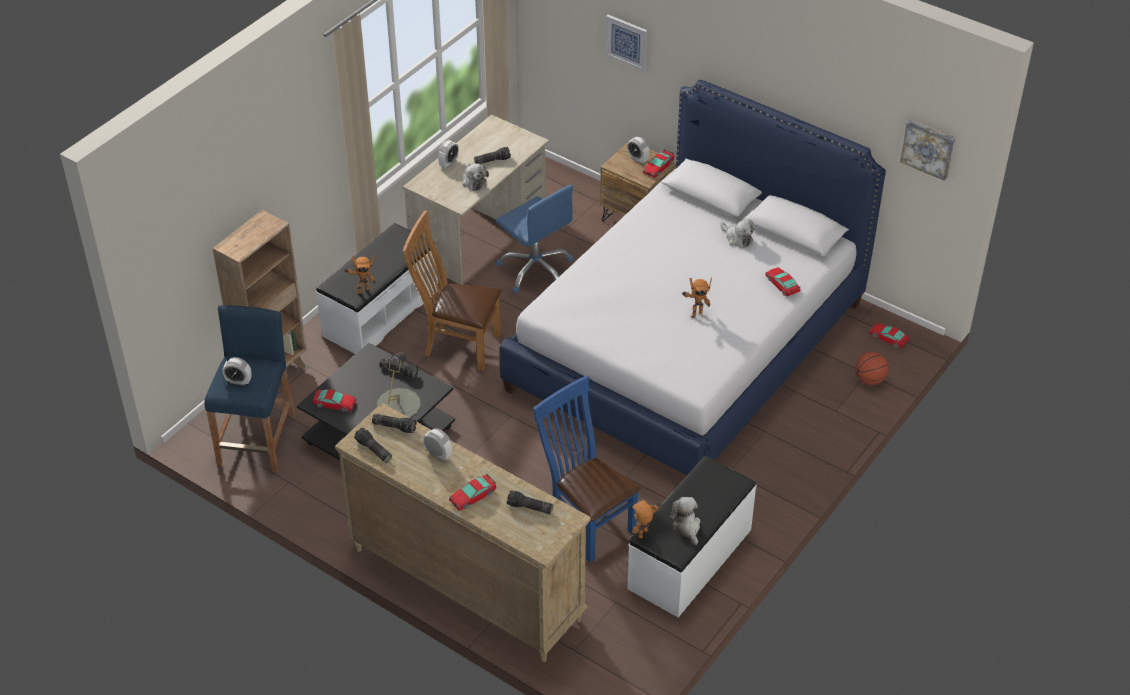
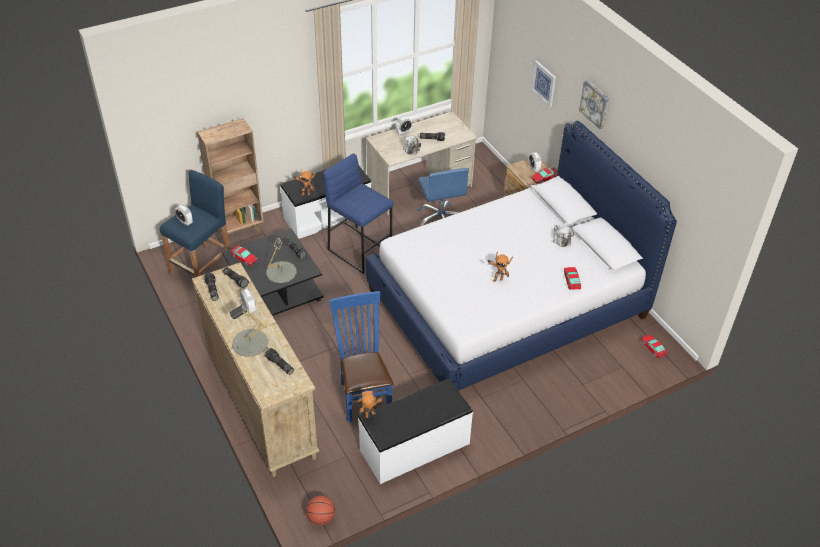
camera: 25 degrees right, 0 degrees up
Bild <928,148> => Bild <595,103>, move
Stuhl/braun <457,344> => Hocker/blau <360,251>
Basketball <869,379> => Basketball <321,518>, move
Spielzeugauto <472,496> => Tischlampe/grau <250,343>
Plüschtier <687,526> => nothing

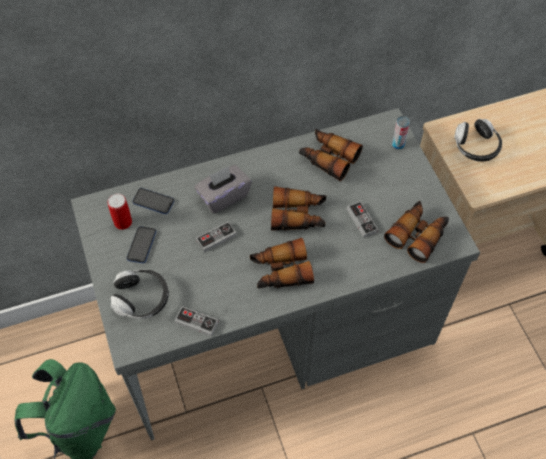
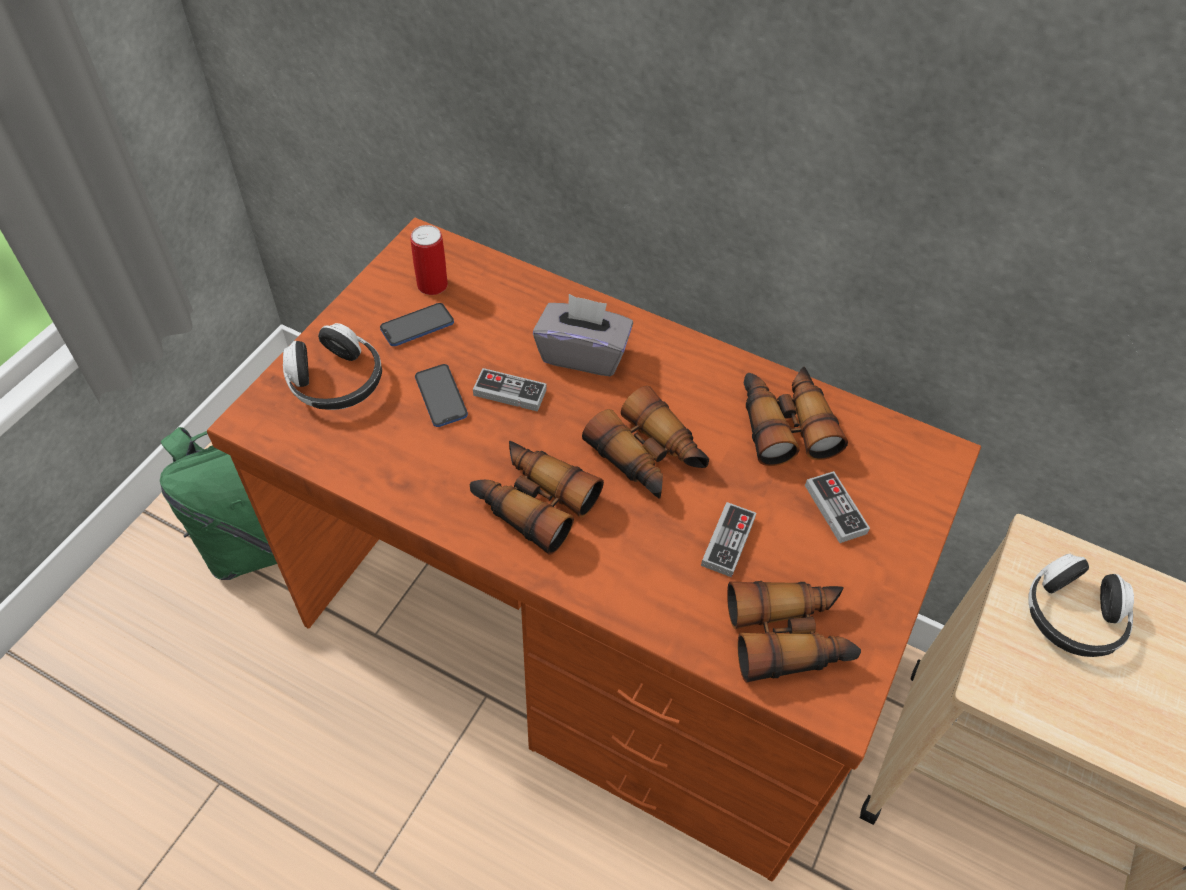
camera: 45 degrees right, 5 degrees down
Schreibtisch/grau <273,324> => Schreibtisch/braun <588,637>
Dose <398,144> => nothing
Handy <153,202> => Handy <441,396>, move
Gamepad <196,322> => Gamepad <835,509>, move

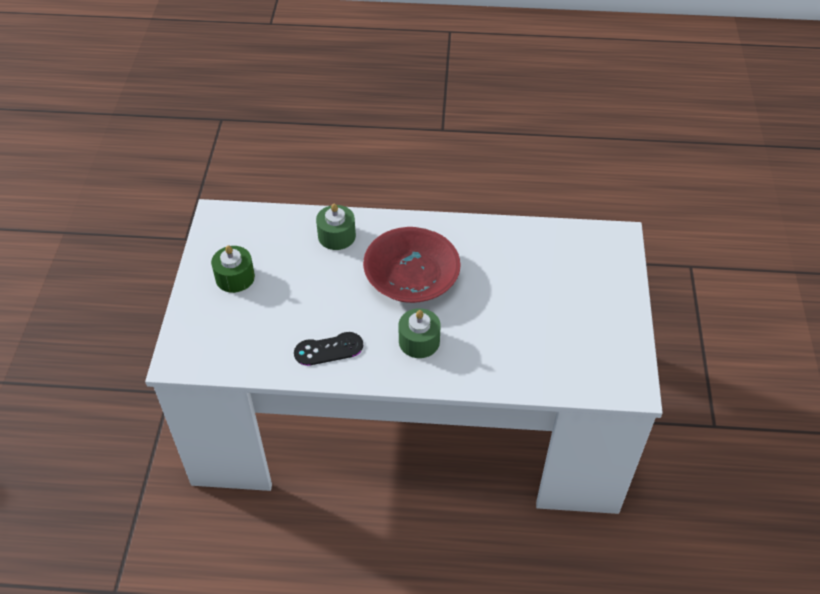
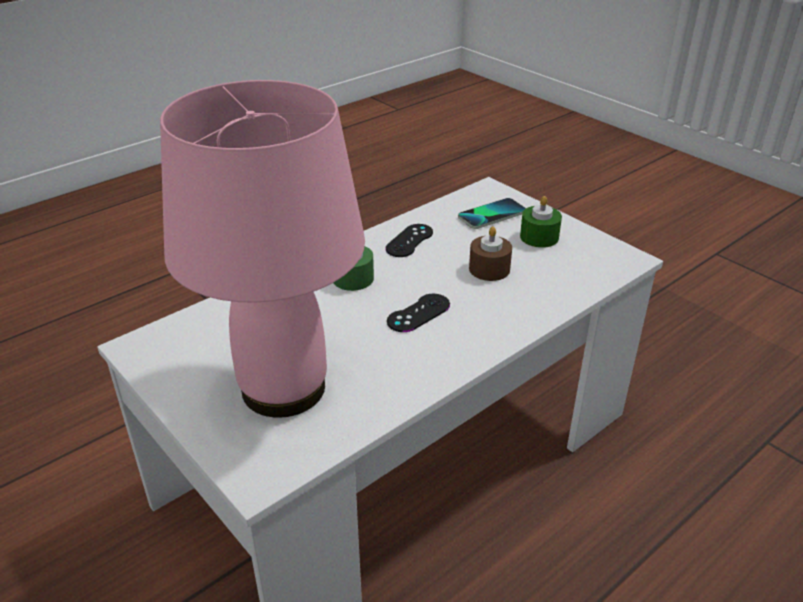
camera: 135 degrees right, 15 degrees down
Kerze/grün <336,235> => nothing
Schüssel/rot <414,275> => Gamepad/schwarz <418,313>
nothing => Tischlampe/rosa <285,388>
nothing => Handy <492,215>
nothing => Kerze/braun <489,269>

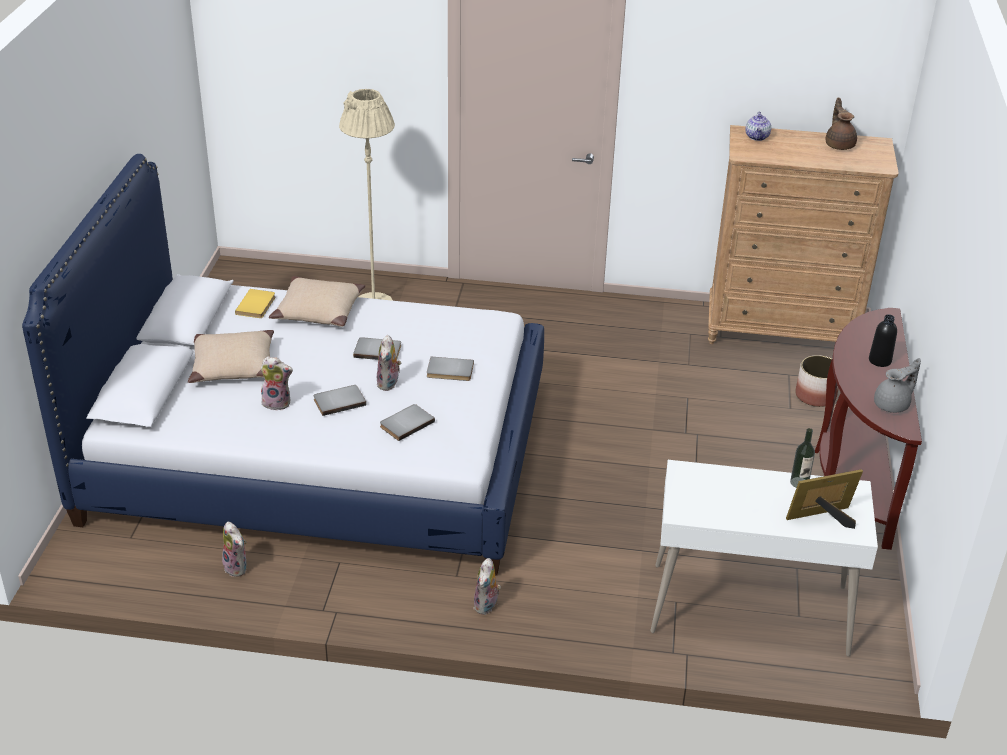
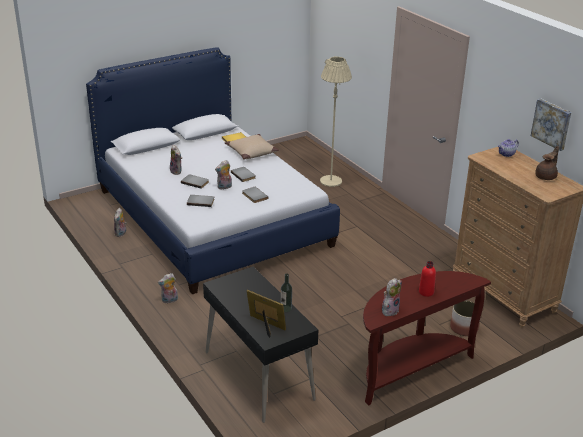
camera: 50 degrees right, 5 degrees down
Flasche/schwarz <879,360> => Flasche/rot <426,292>
Kissen/beige <233,366> => nothing
Teekanne/grau <893,405> => Plüschtier <390,310>
Schreibtisch/weiß <749,610> => Schreibtisch/schwarz <258,376>
nothing => Bild <552,124>

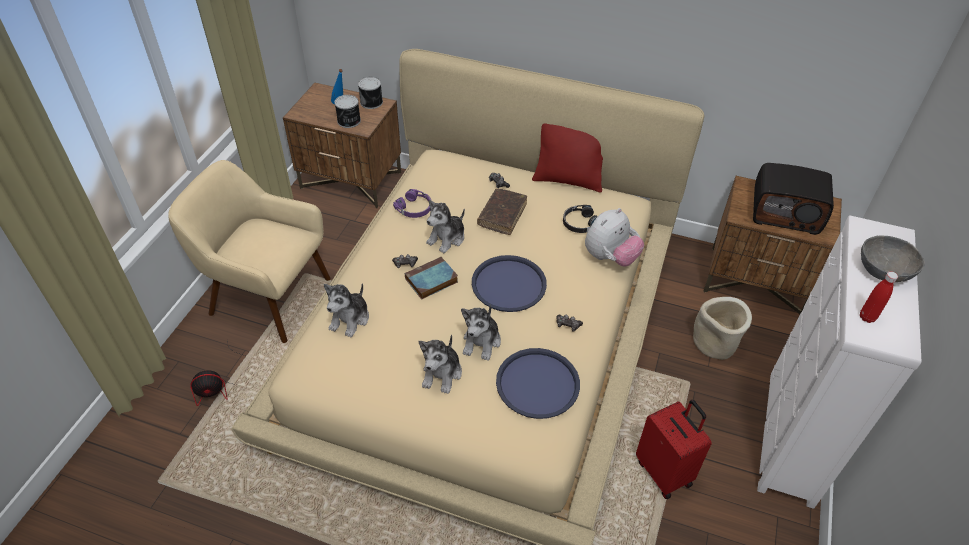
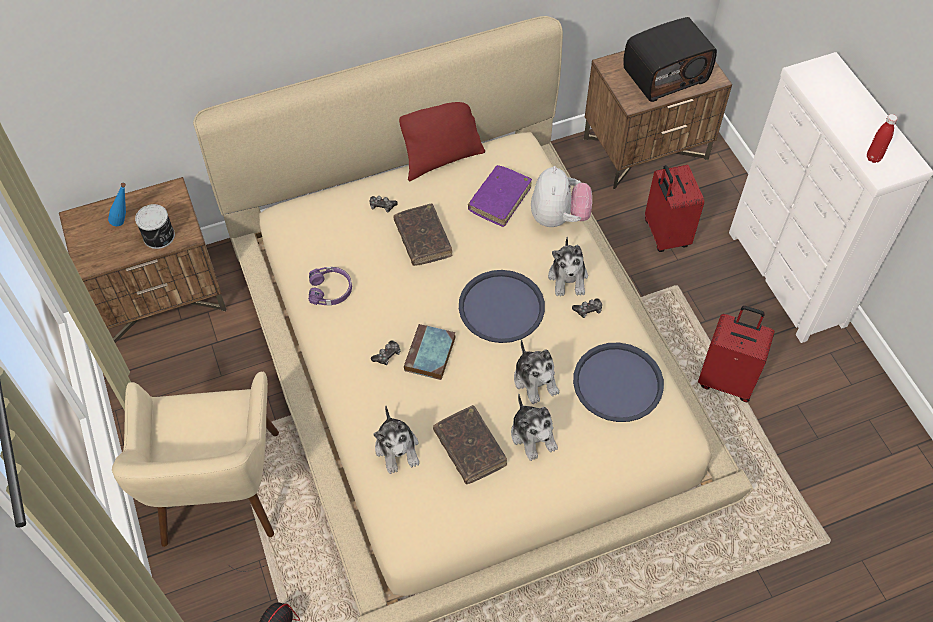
camera: 40 degrees left, 10 degrees up
Dose <372,102> => nothing
Sessel/beige <268,297> => Sessel/beige <219,489>, 75 degrees counterclockwise
Plüschtier <447,238> => Plüschtier <568,277>, move
Kopfhörer/schwarz <579,223> => Buch/lila <499,200>
Schüssel/grau <884,271> => nothing
Pflanzkübel/beige <714,343> => Koffer/rot <664,234>
nothing => Buch/braun <470,448>

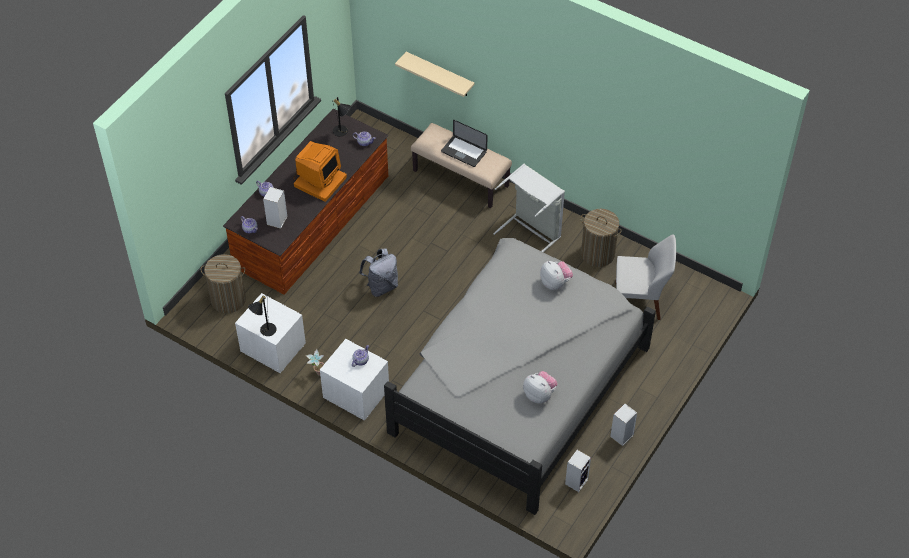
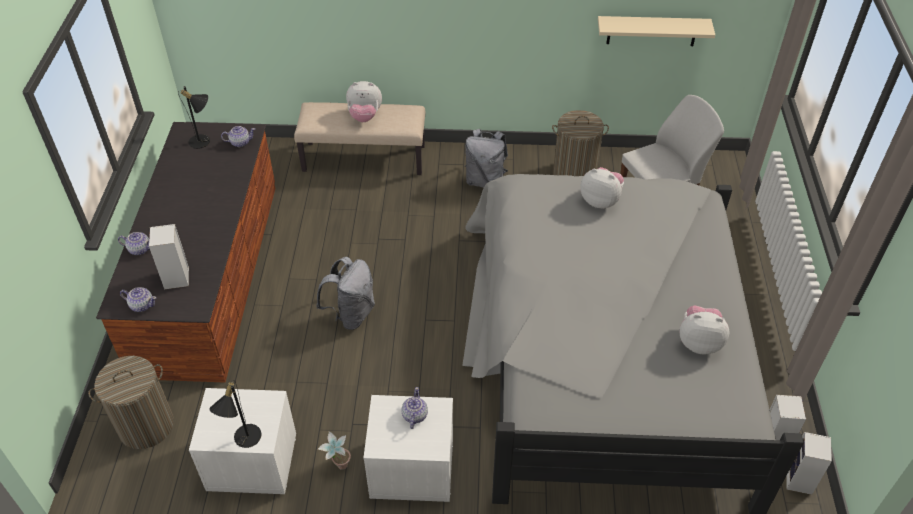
camera: 30 degrees left, 5 degrees down
Wandregal/beige <440,75> => Wandregal/beige <652,31>, move
Laptop <463,152> => Plüschtier <365,116>
Monitor <319,181> => nothing
Wäschekorb/grau <531,232> => Rucksack/grau <485,180>
Lautsprecher <621,437> => Lautsprecher <799,481>, move

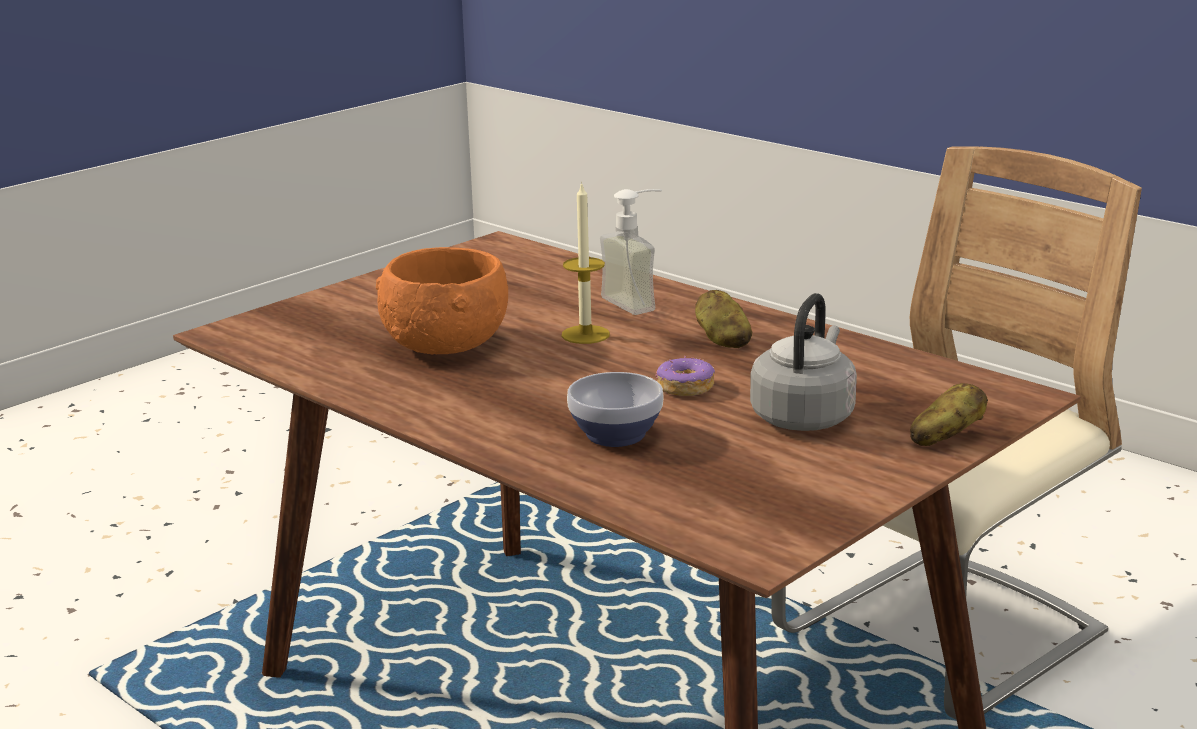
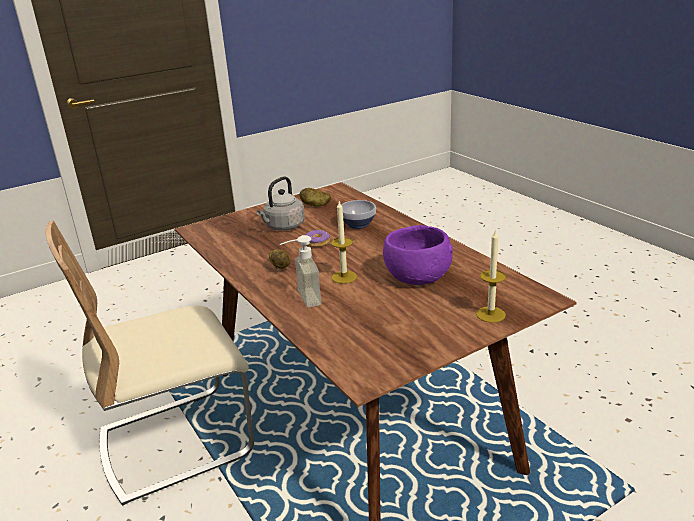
camera: 165 degrees left, 5 degrees up
Schüssel/orange <448,345> => Schüssel/lila <416,277>
Kartoffel <945,438> => Kartoffel <315,205>, move
nothing => Kerze <490,314>

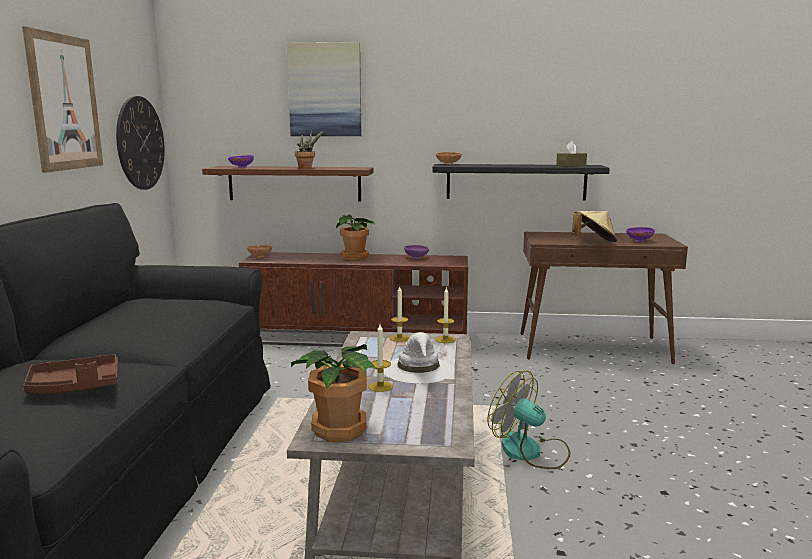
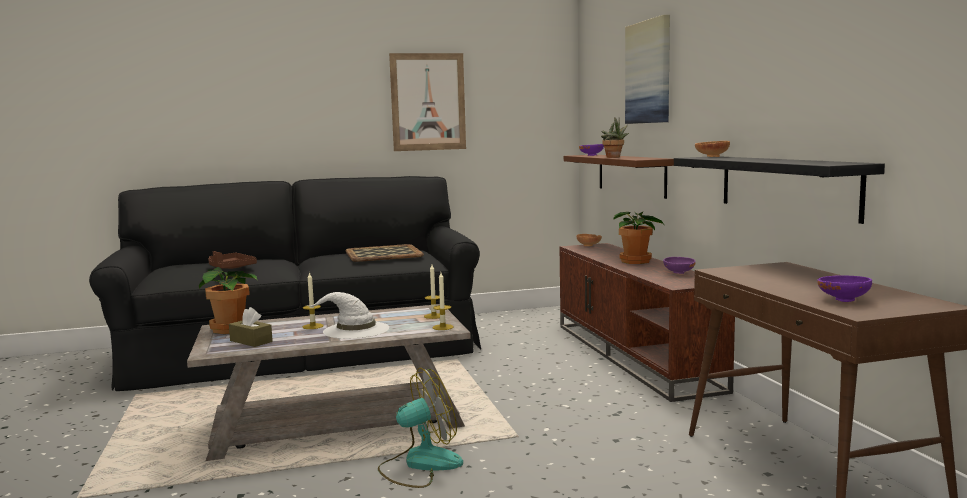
camera: 70 degrees right, 5 degrees down
Wanduhr <140,143> => nothing
Taschentuchbox/braun <571,165> => Taschentuchbox/braun <251,341>, move
Hut/beige <593,242> => nothing
Ventilator <530,452> => Ventilator <420,464>, 45 degrees clockwise
nothing => Tablett <382,254>

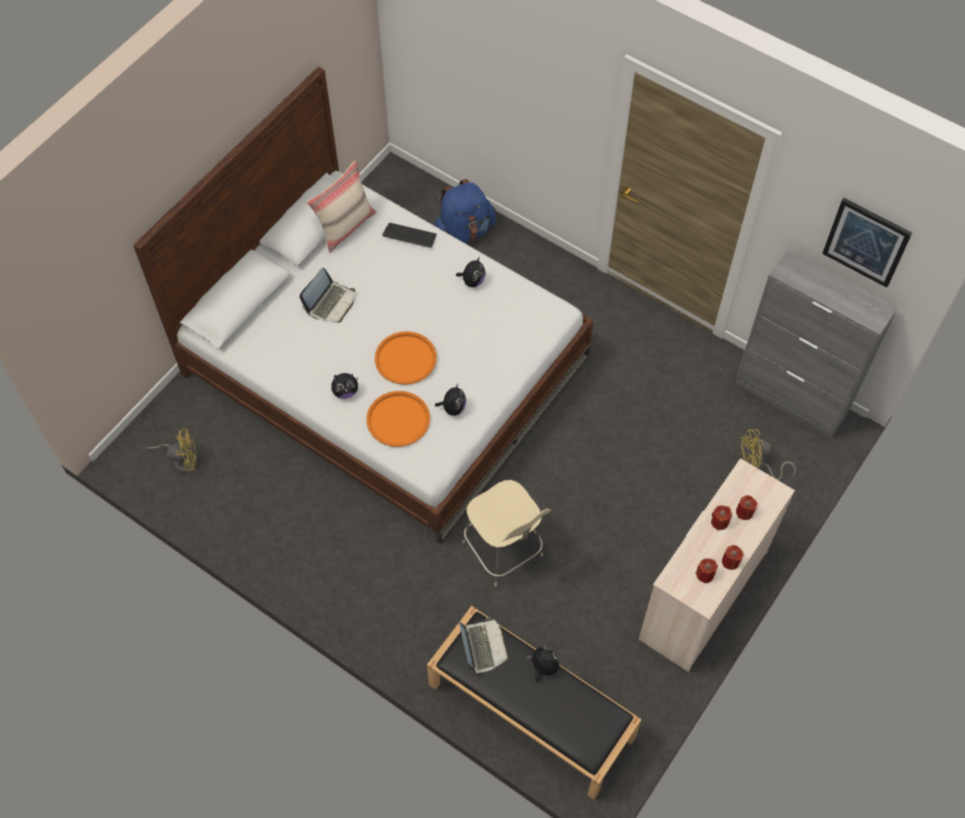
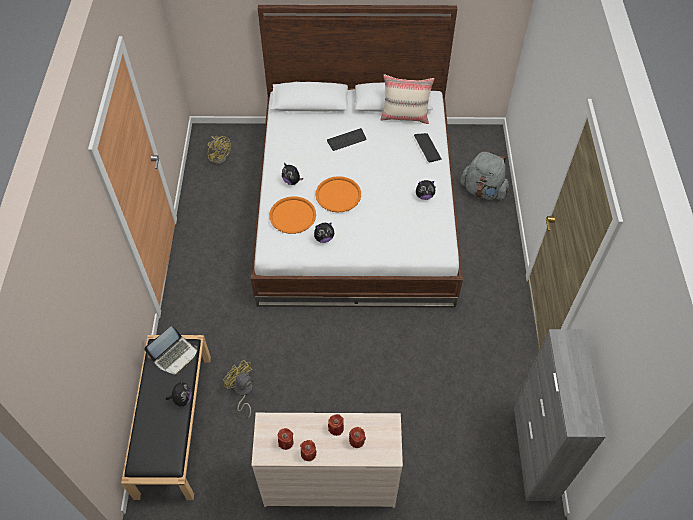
camera: 55 degrees right, 5 degrees down
Rucksack/blau <464,232> => Rucksack/grau <483,190>
Bild <866,242> => nothing
Laptop <331,303> => Tastatur <346,140>
Ventilator/gelb <757,465> => Ventilator/gelb <242,392>, move
Stuhl/beige <504,551> => nothing

